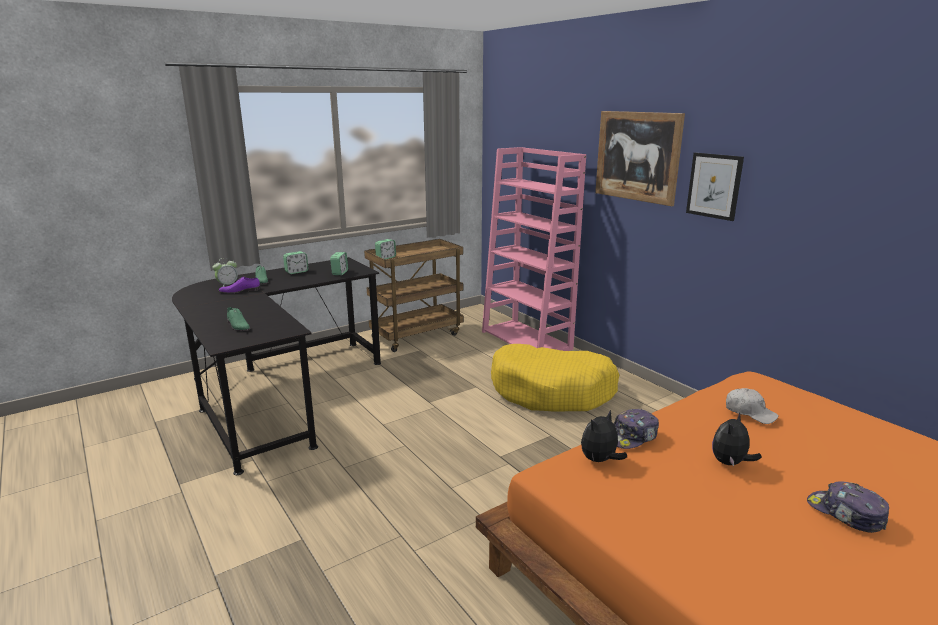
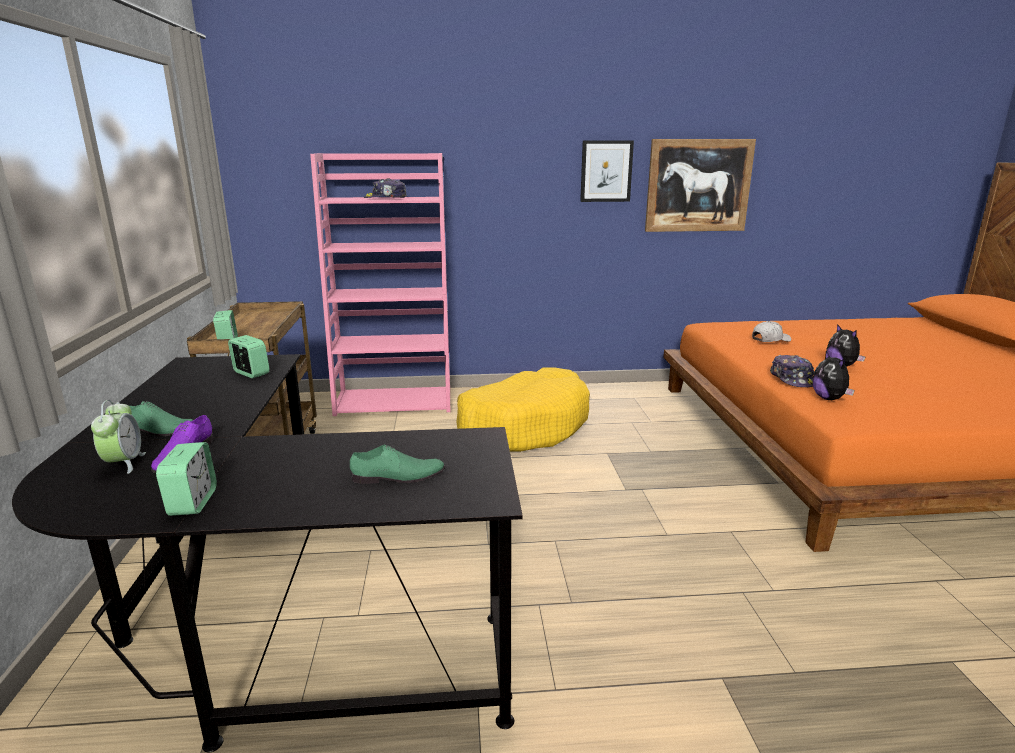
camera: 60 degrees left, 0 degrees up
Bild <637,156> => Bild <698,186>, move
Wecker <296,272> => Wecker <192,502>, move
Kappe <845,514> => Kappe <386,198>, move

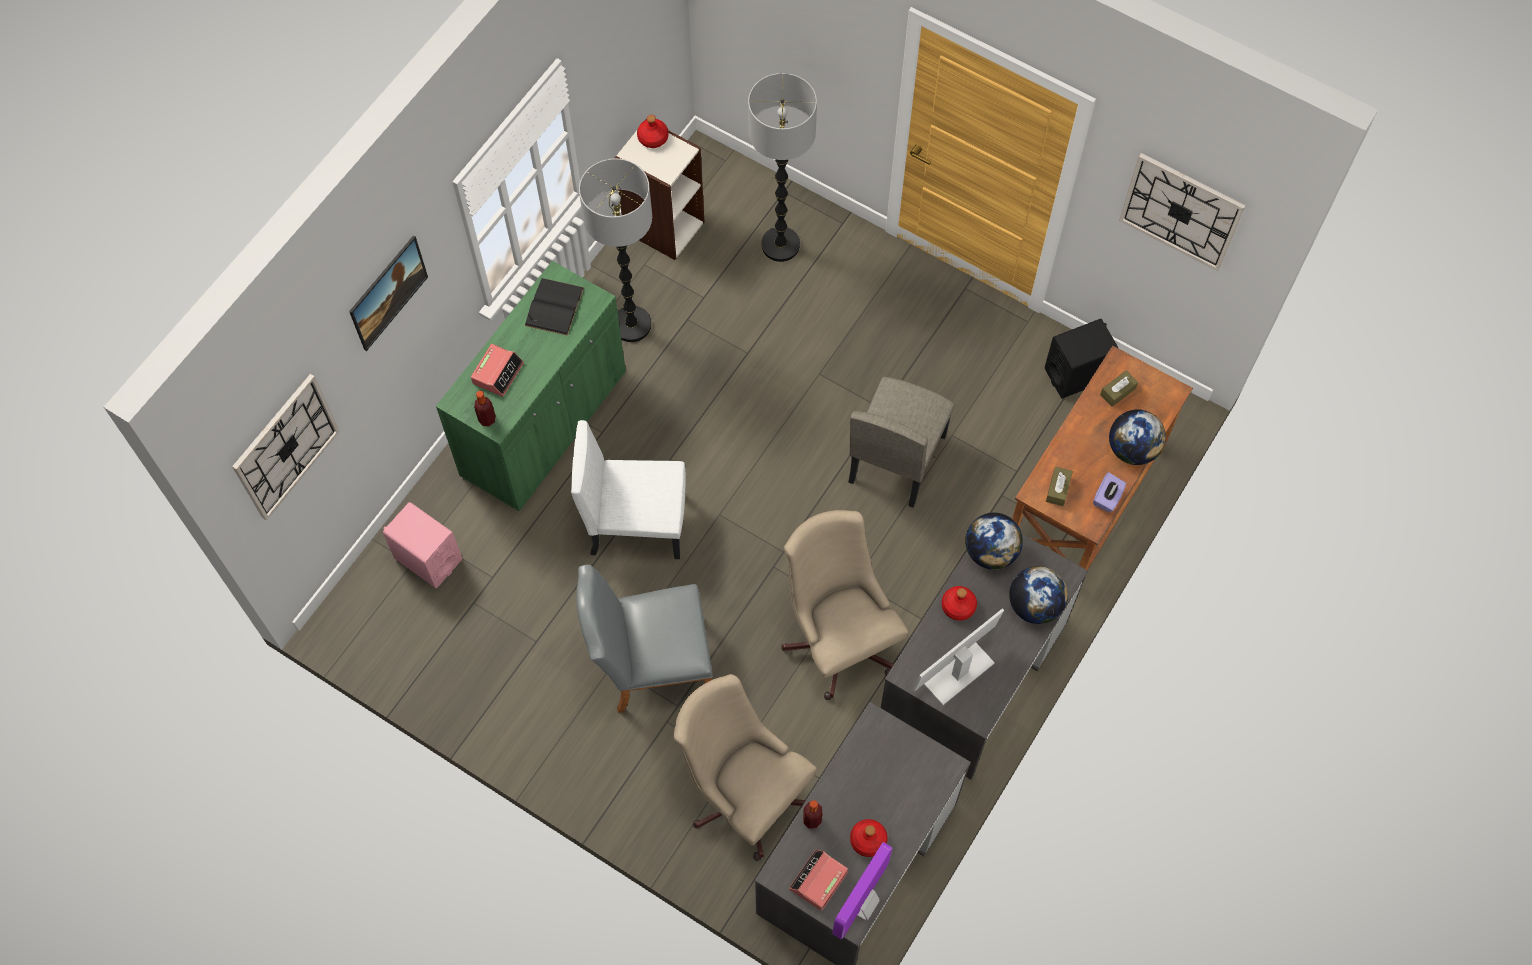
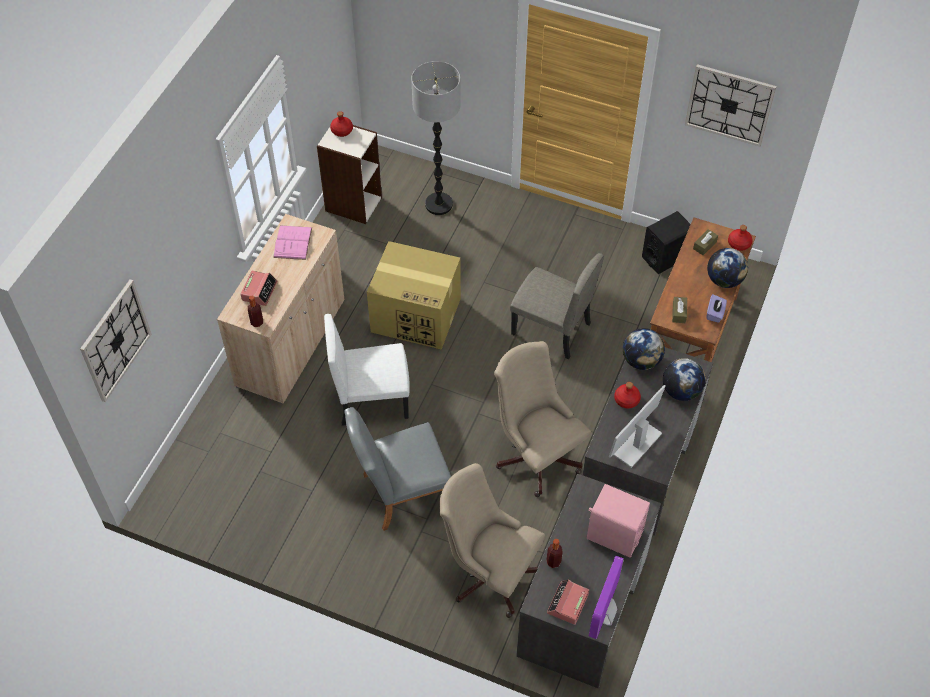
camera: 10 degrees left, 10 degrees down
Stehlampe <631,325> => nothing
Bild <392,302> => nothing
Schrank/grün <544,424> => Schrank/beige <291,343>
Buch/schwarz <554,306> => Buch/rosa <292,242>
Stuhl/beige <896,458> => Stuhl/beige <551,329>, 75 degrees counterclockwise
Lautsprecher/rosa <428,559> => Lautsprecher/rosa <614,534>, move
Flasche/rot <868,840> => Flasche/rot <739,244>, move
nothing => Karton <417,315>

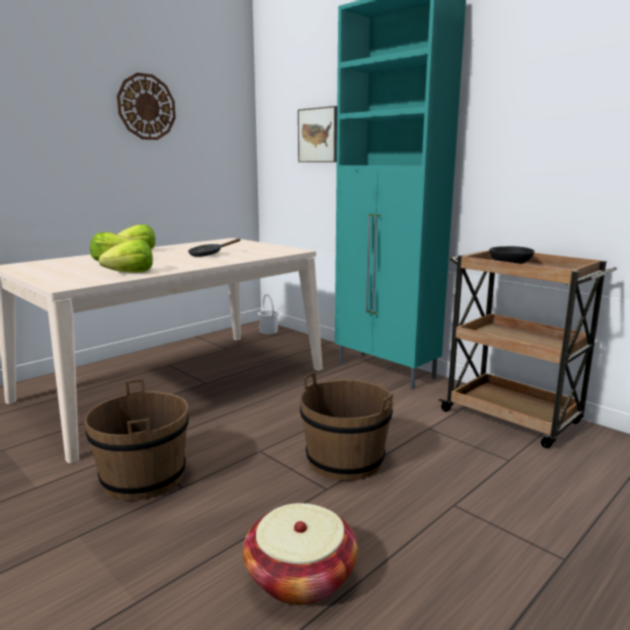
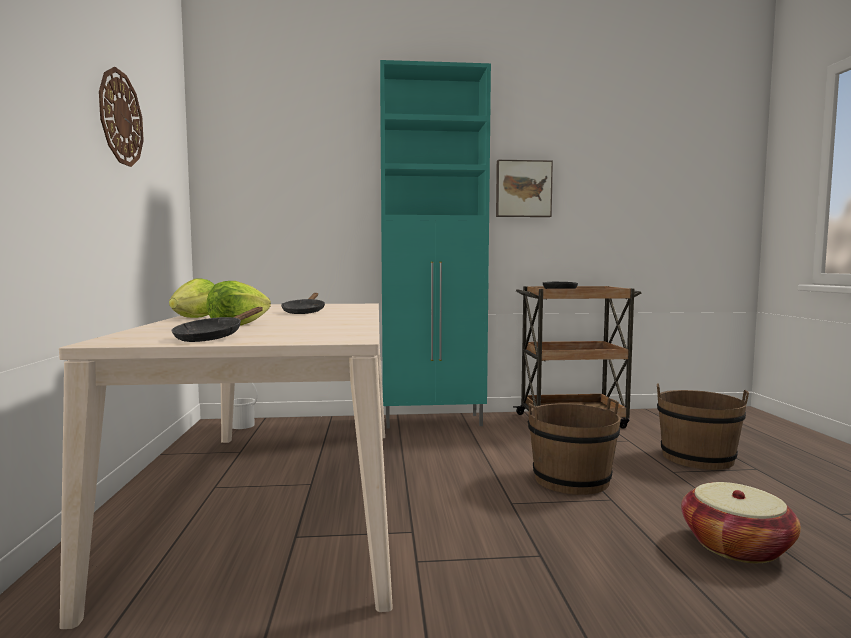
camera: 50 degrees left, 10 degrees down
Bild <320,135> => Bild <523,189>, move
Salatkopf <131,273> => nothing
Eimer/braun <144,477> => Eimer/braun <697,458>, move
nothing => Pfanne/schwarz <213,337>

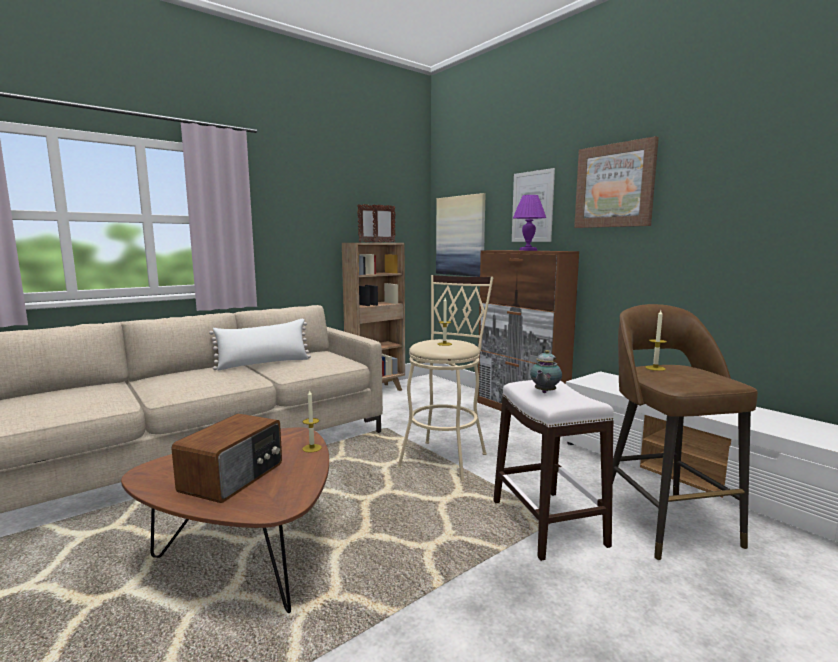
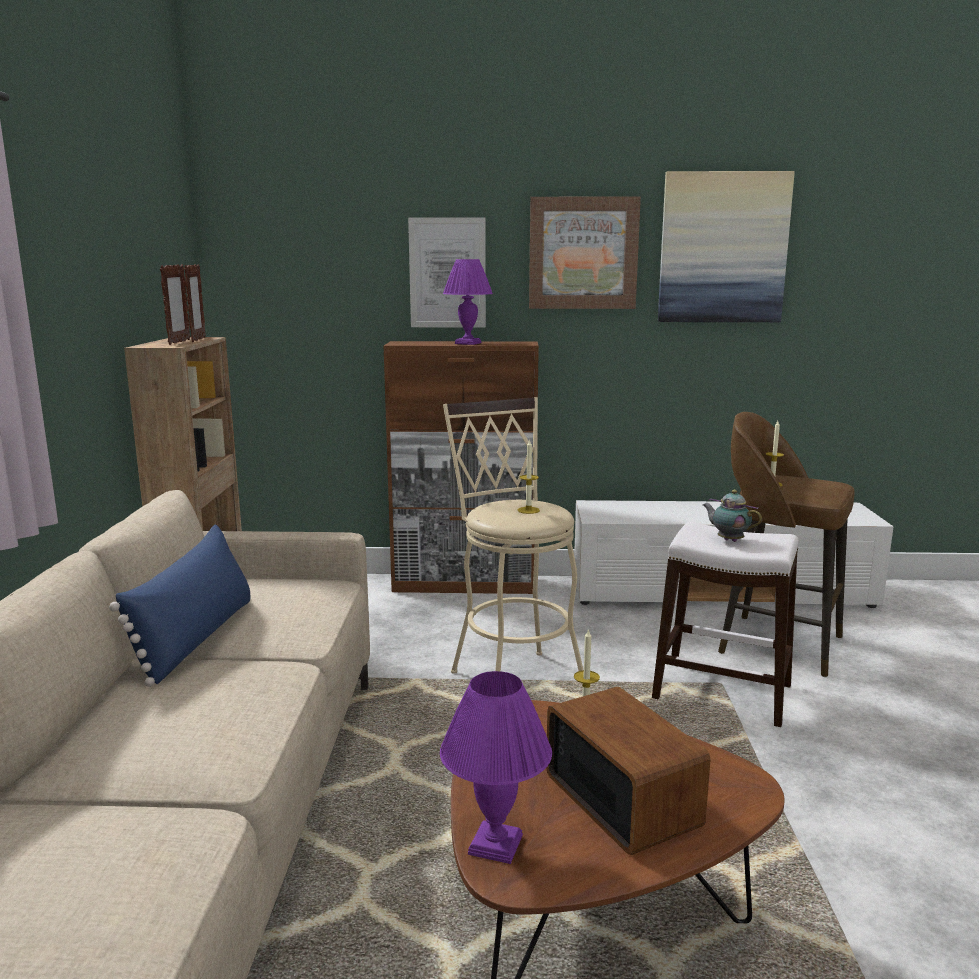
camera: 50 degrees left, 5 degrees up
Bild <460,236> => Bild <723,248>, move
Kissen/weiß <264,363> => Kissen/blau <196,638>
Teekanne <544,392> => Teekanne <728,540>, 150 degrees clockwise
nothing => Tischlampe/lila <497,844>

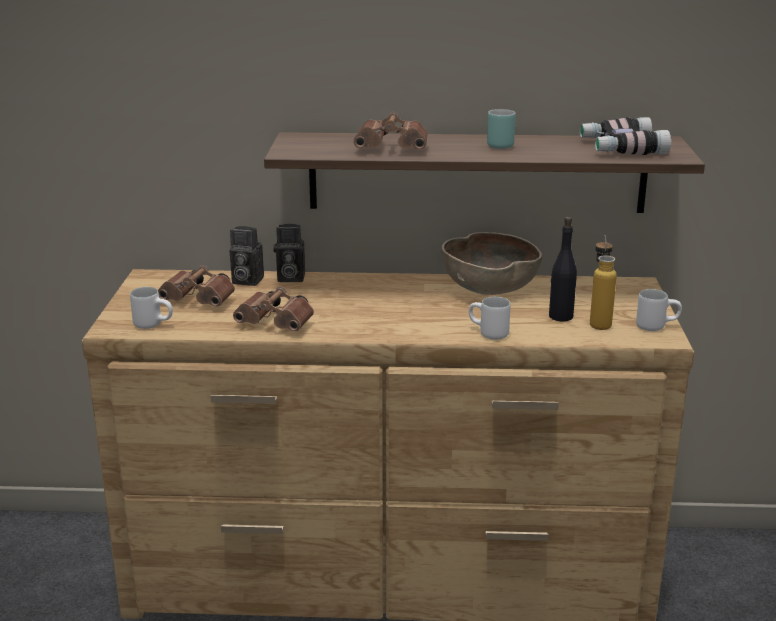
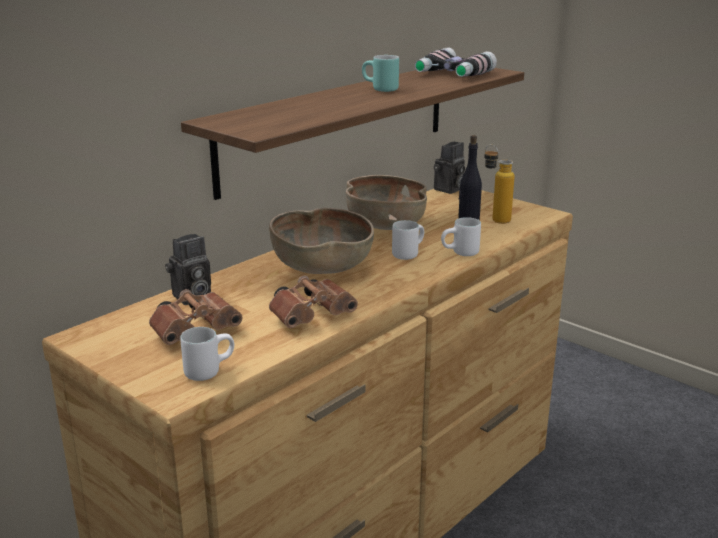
camera: 50 degrees left, 0 degrees up
Fernglas/braun <394,149> => nothing
Kamera <289,278> => Kamera <449,190>, move
Henkelbecher/weiß <656,326> => Henkelbecher/weiß <407,253>, move
nothing => Schüssel/braun <322,268>

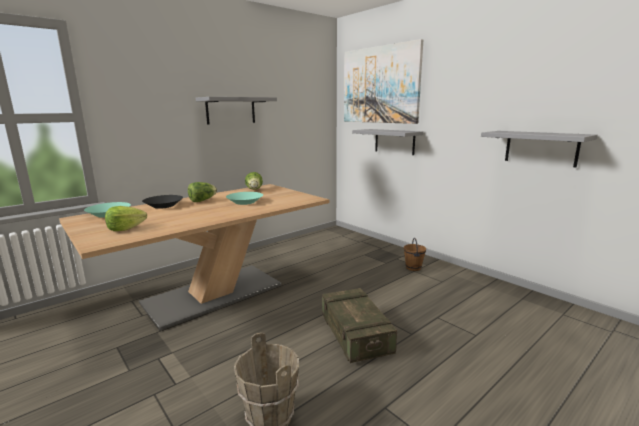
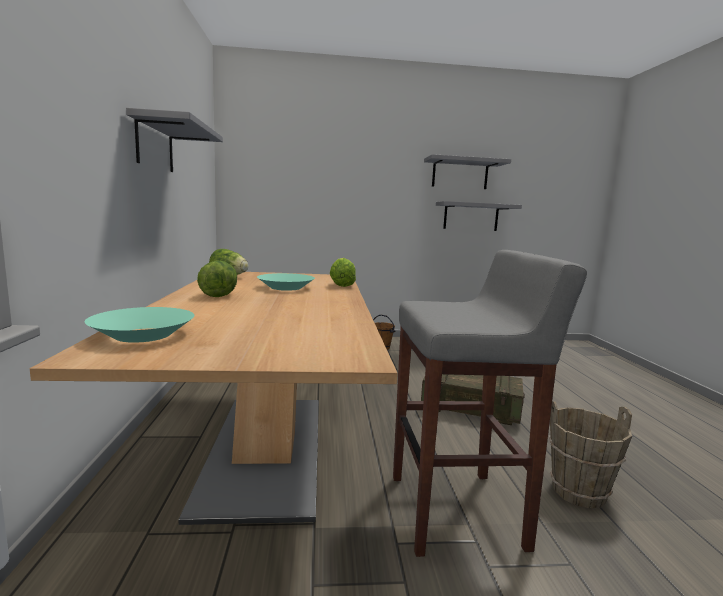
camera: 55 degrees left, 5 degrees down
Bild <380,85> => nothing
Wandregal/grau <394,141> => Wandregal/grau <460,174>, move
Schüssel/schwarz <163,206> => nothing
Salatkopf <125,229> => Salatkopf <342,285>, move
nothing => Hocker/grau <458,511>

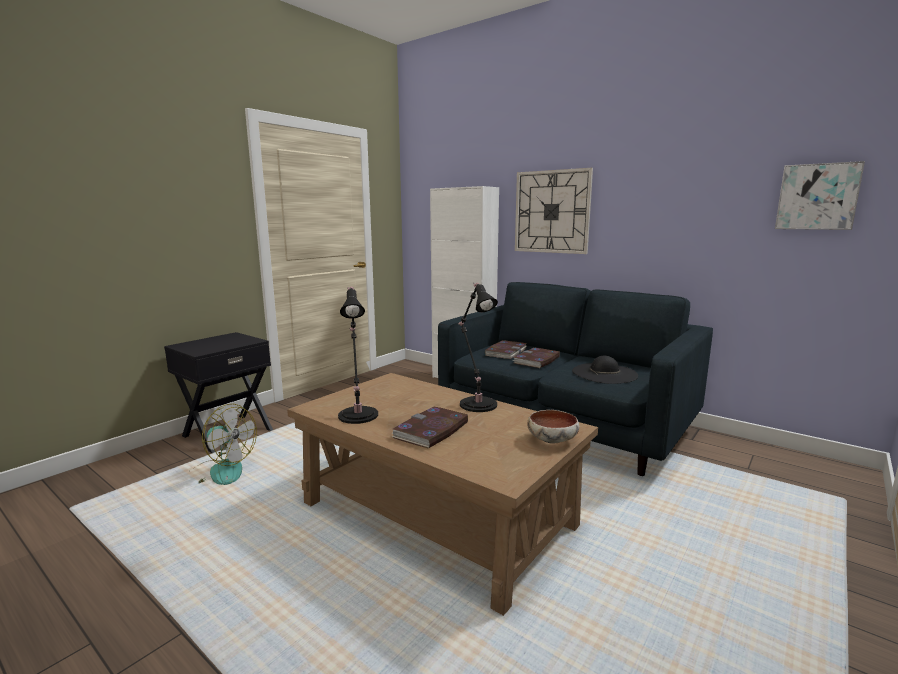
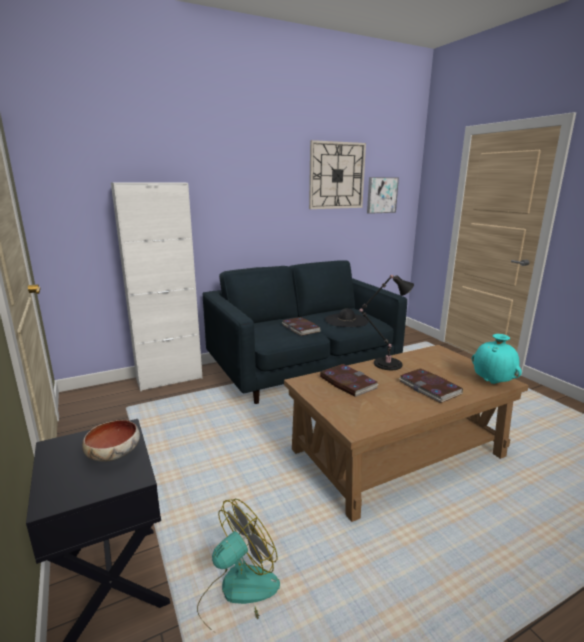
camera: 65 degrees left, 5 degrees up
Wanduhr <552,212> => Wanduhr <336,175>, move
Tischlampe/schwarz <358,414> => nothing
Buch <505,352> => Buch <347,382>, move
Schüssel <553,440> => Schüssel <114,454>, move
nothing => Vase/türkis <492,382>

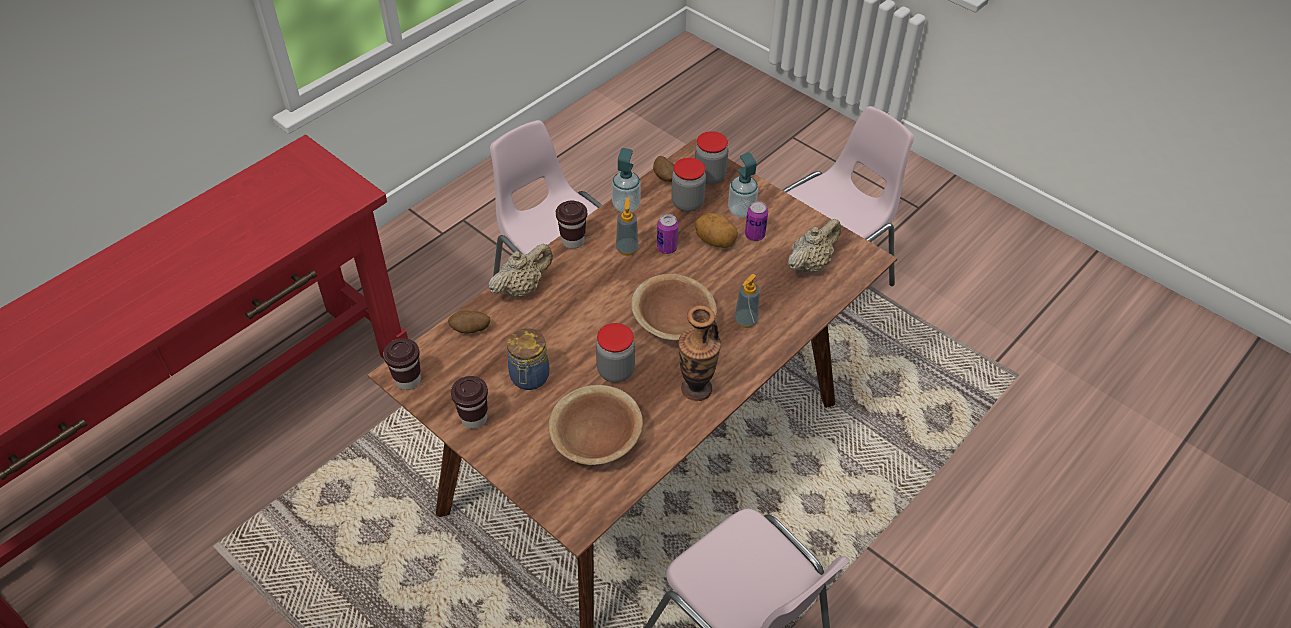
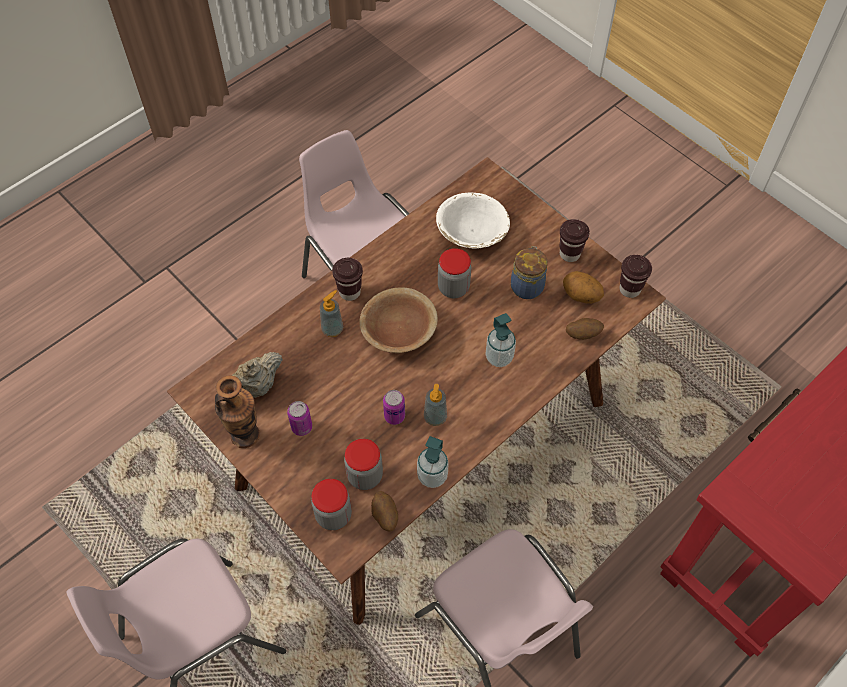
camera: 175 degrees left, 10 degrees up
Seifenspender <741,210> => Seifenspender <499,357>, move
Tasse/braun <573,241> => Tasse/braun <349,292>, move
Kartoffel <715,241> => Kartoffel <580,296>, move
Teekanne/beige <522,288> => nothing
Vase <696,389> => Vase <245,435>, move
Schüssel/braun <596,439> => Schüssel/weiß <472,232>

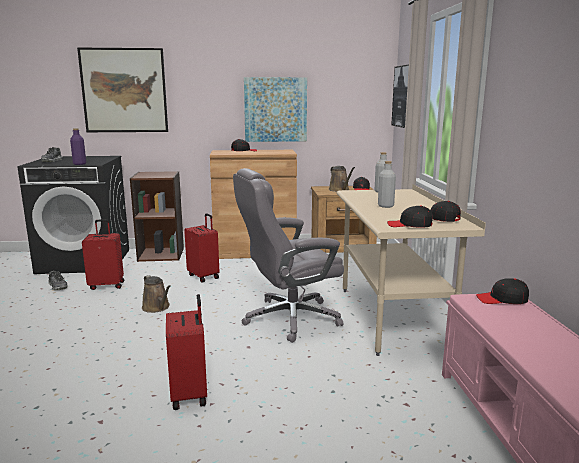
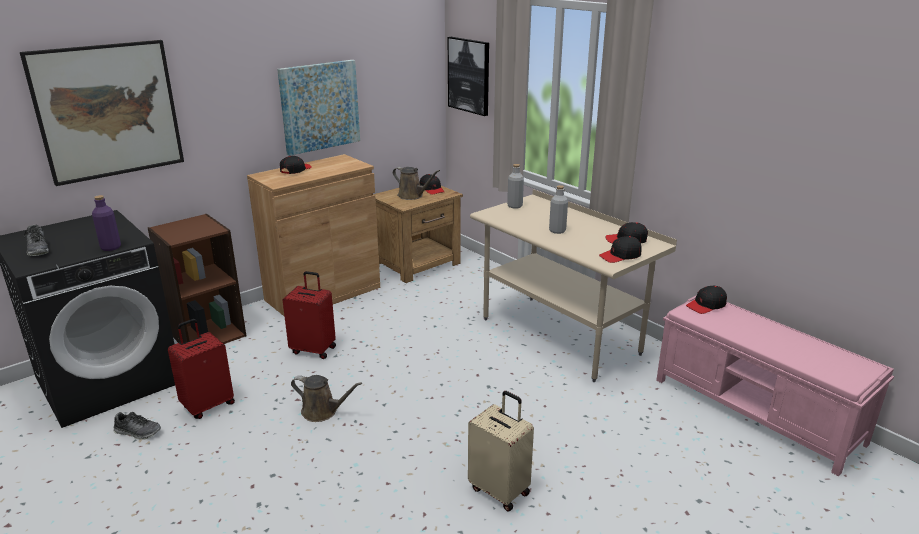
camera: 35 degrees left, 10 degrees up
Bürostuhl/grau <289,319> => nothing
Koffer/rot <190,394> => Koffer/beige <500,490>

